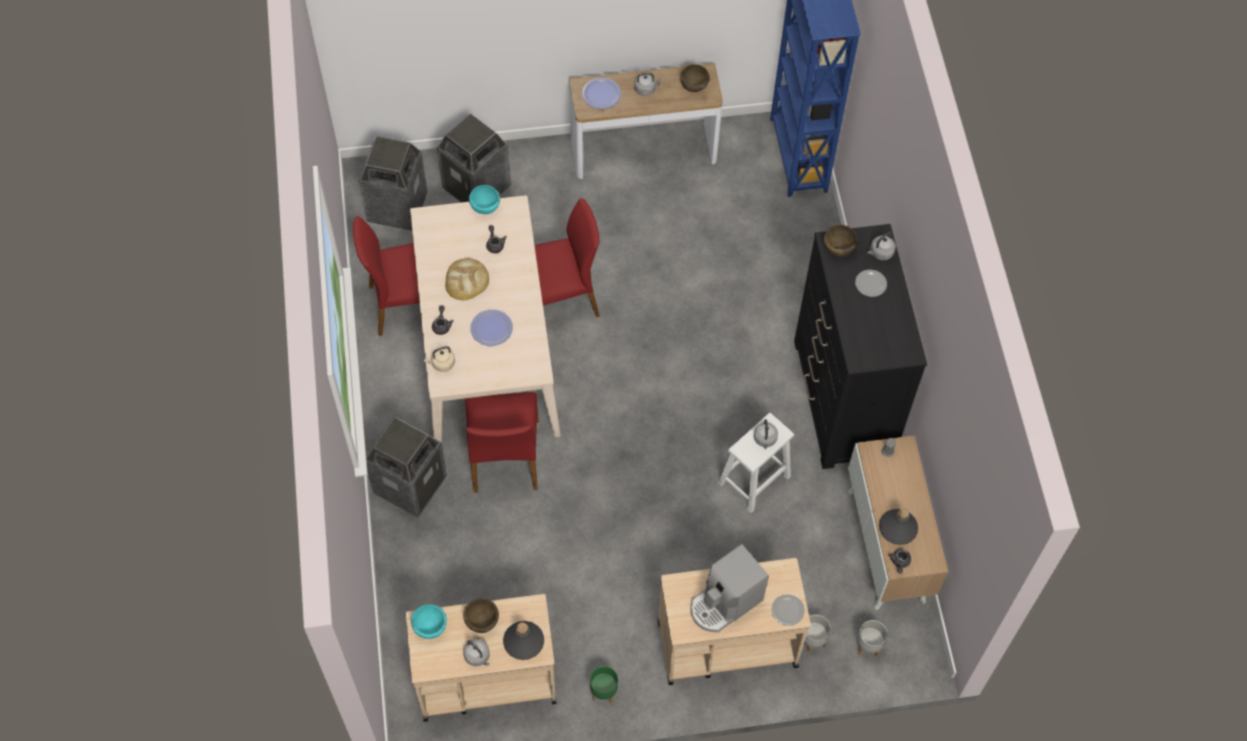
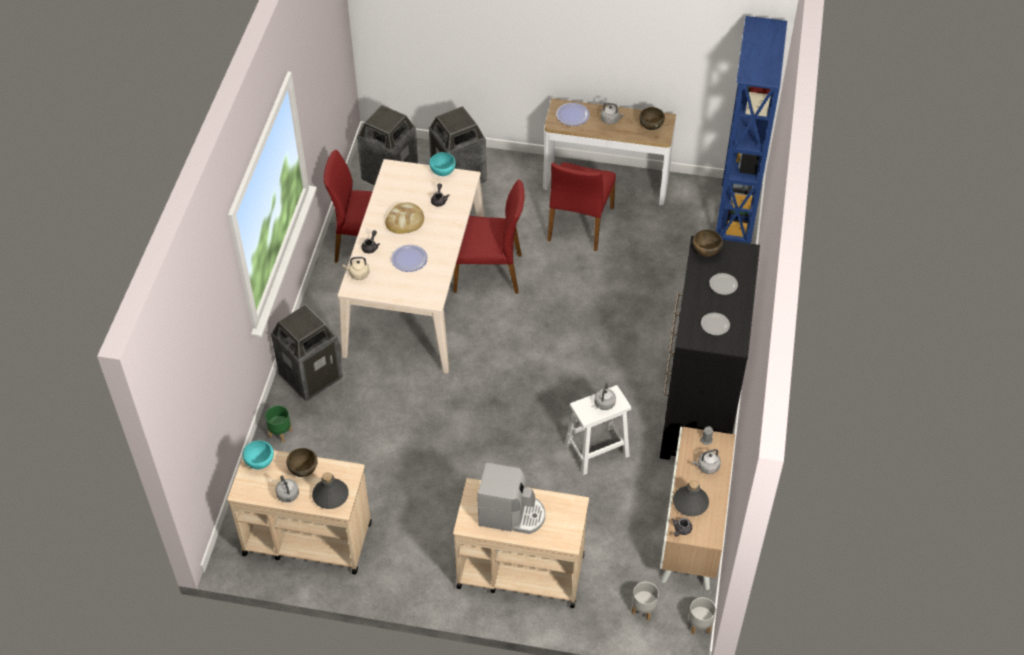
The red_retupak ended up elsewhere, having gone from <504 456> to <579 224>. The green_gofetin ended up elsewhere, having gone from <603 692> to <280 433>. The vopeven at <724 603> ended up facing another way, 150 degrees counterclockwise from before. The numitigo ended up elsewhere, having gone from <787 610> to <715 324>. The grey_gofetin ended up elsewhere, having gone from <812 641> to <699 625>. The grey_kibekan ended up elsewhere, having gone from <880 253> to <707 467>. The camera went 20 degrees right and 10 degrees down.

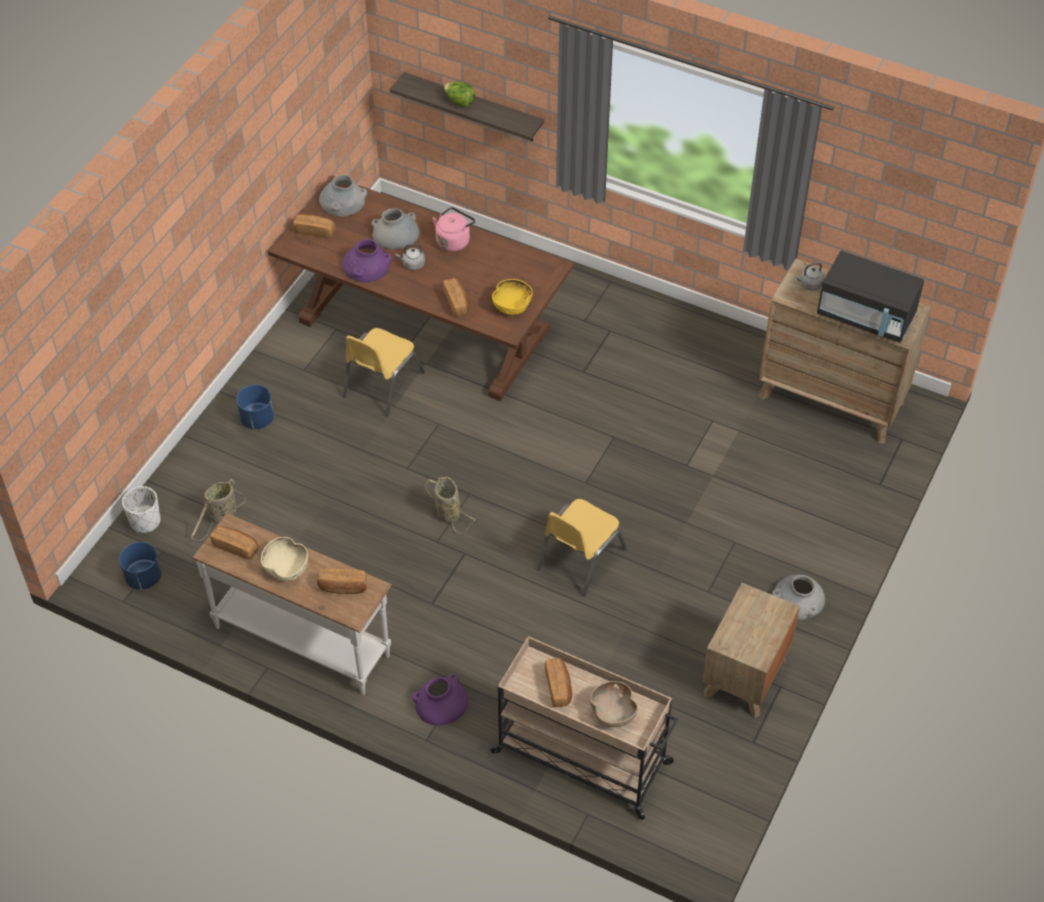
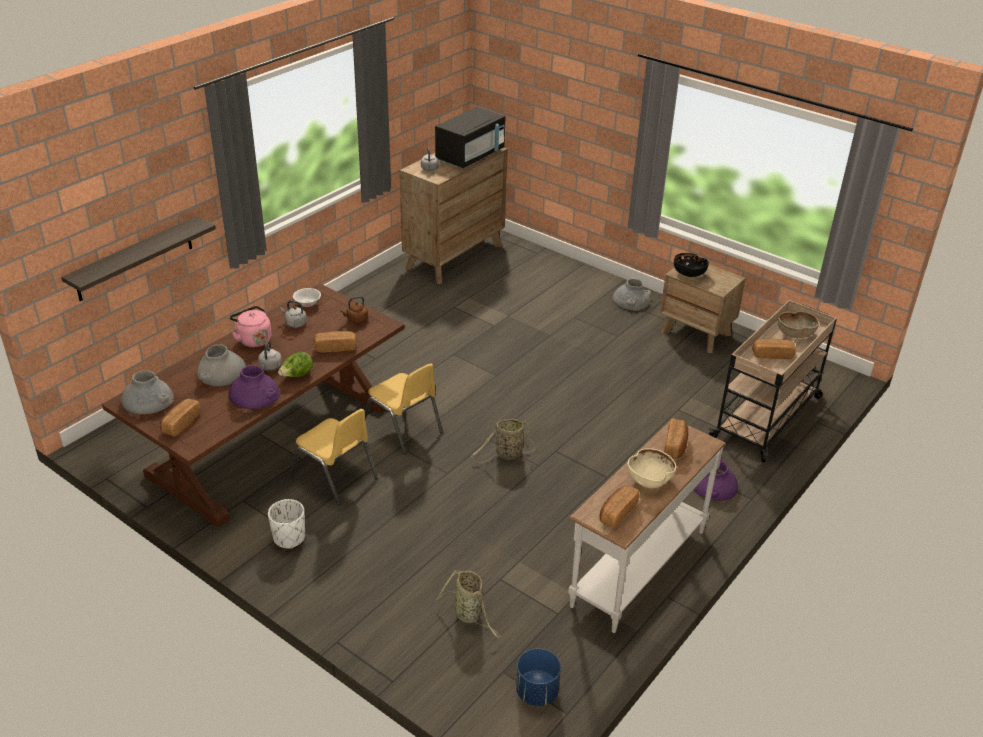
The white_gofetin ended up elsewhere, having gone from <145 521> to <289 538>. The second view lost the blue_gofetin at <257 419>. The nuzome ended up elsewhere, having gone from <460 102> to <297 375>. Where the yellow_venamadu stood at <512 306>, the brown_kibekan came to stand at <356 319>. The yellow_retupak ended up elsewhere, having gone from <580 558> to <402 428>. The second view gained the grey_kibekan at <295 323>. The second view gained the white_venamadu at <307 304>. The second view gained the black_venamadu at <688 274>. The camera went 80 degrees left and 15 degrees down.

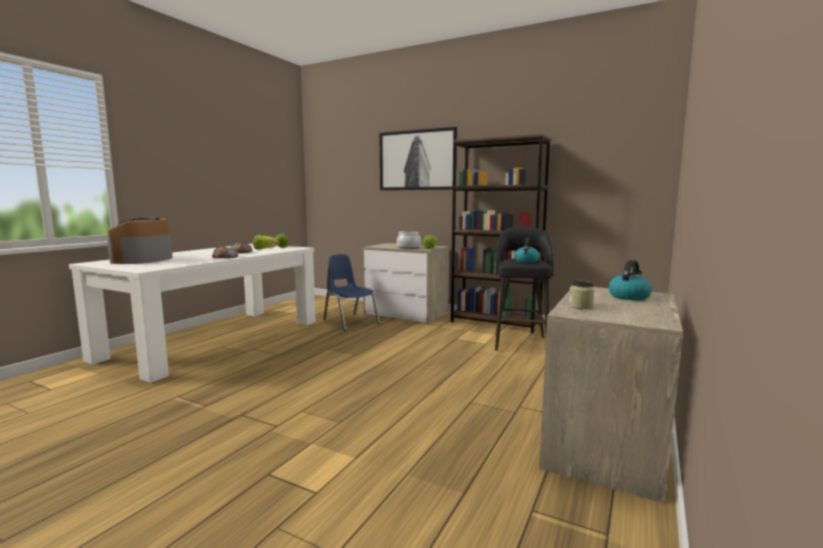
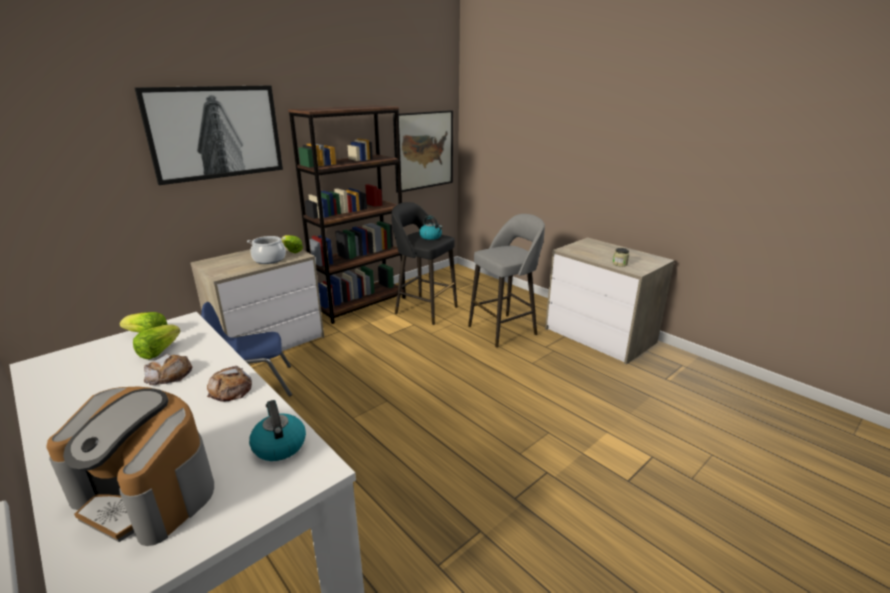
The kibekan ended up elsewhere, having gone from <629 296> to <279 445>. The second view gained the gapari at <423 150>. The second view gained the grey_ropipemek at <504 330>. The camera went 70 degrees left and 15 degrees up.

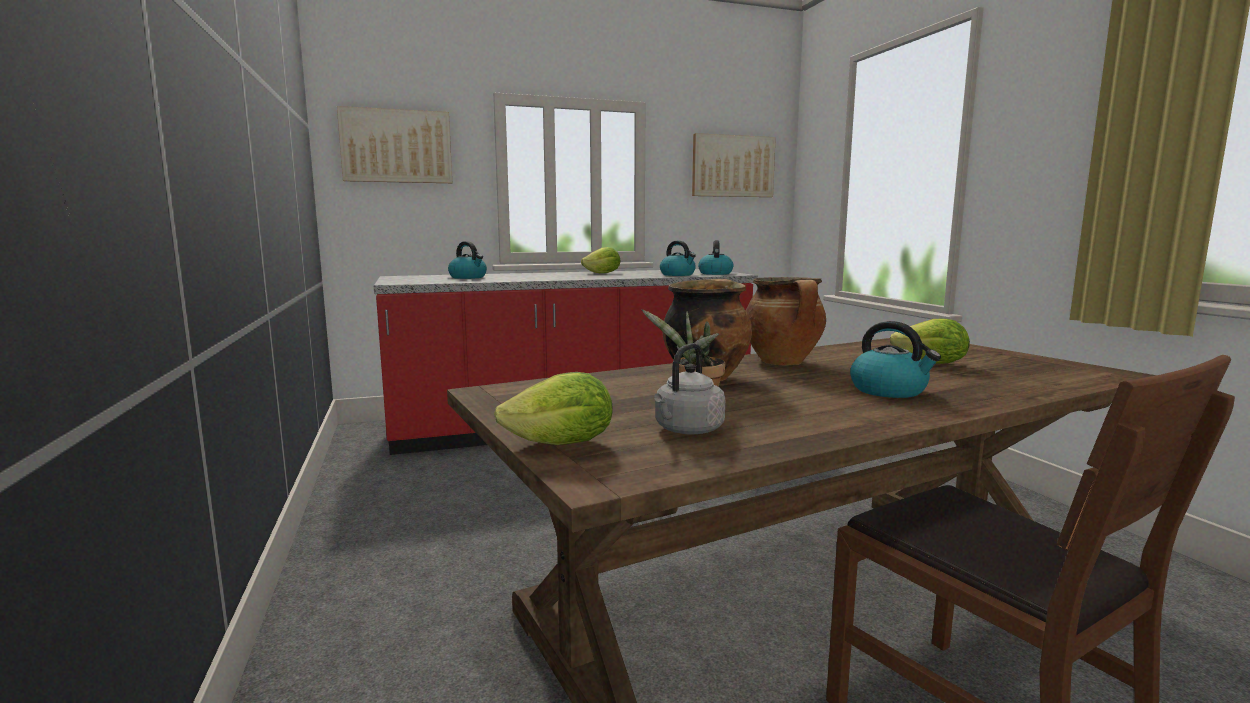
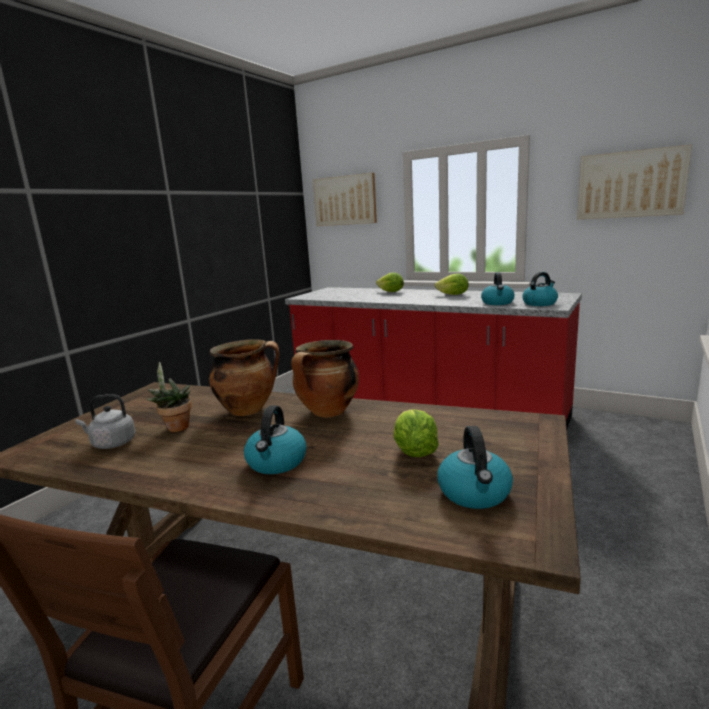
The kibekan ended up elsewhere, having gone from <468 277> to <475 493>. The nuzome ended up elsewhere, having gone from <562 444> to <391 292>. The camera went 50 degrees right and 5 degrees up.

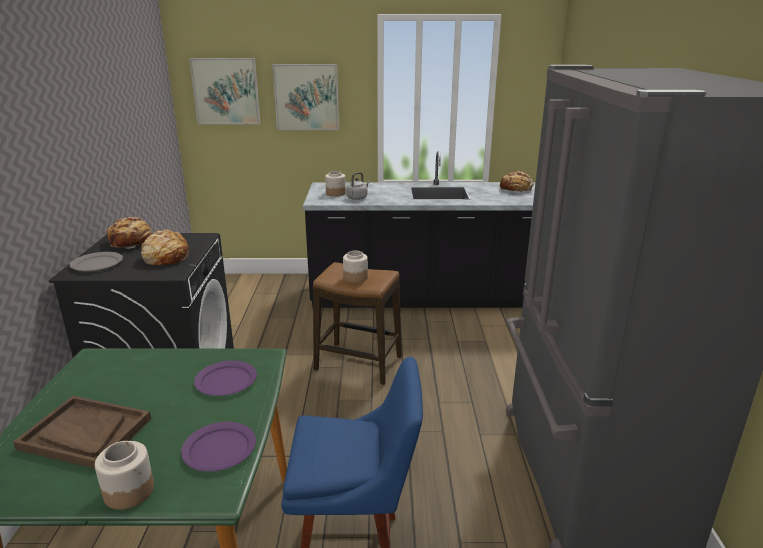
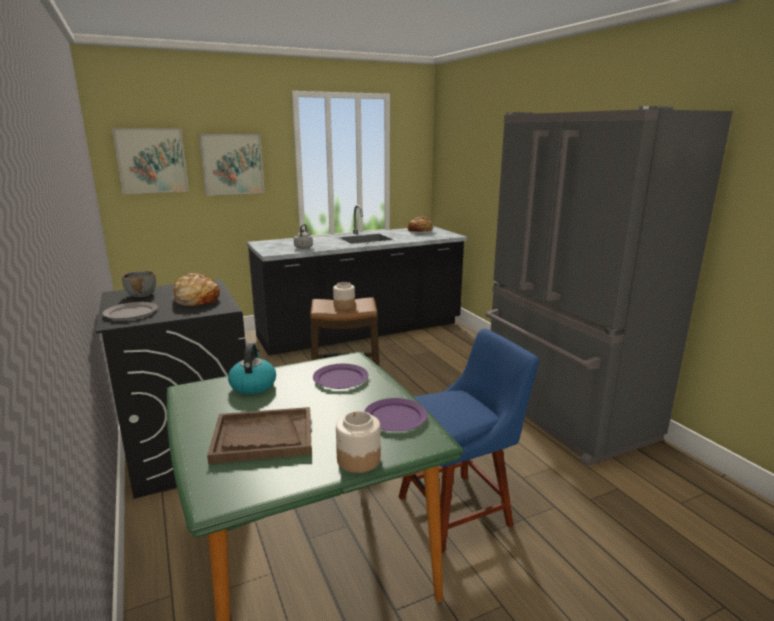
Where the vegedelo stood at <132 242>, the grey_venamadu came to stand at <141 294>. The second view lost the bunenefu at <336 193>. The second view gained the kibekan at <253 385>. The camera went 25 degrees left and 5 degrees down.

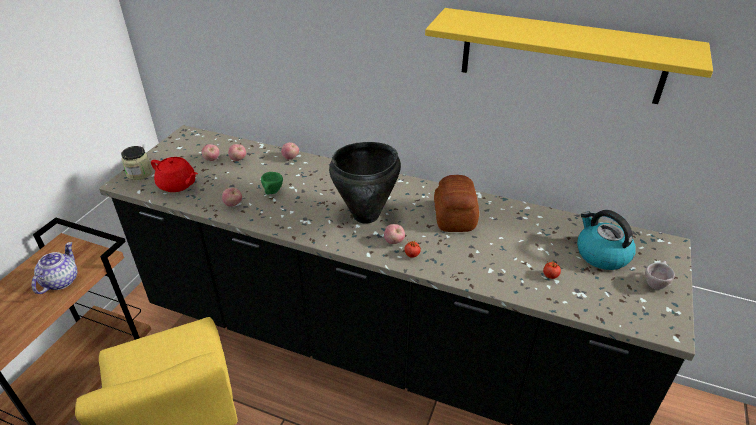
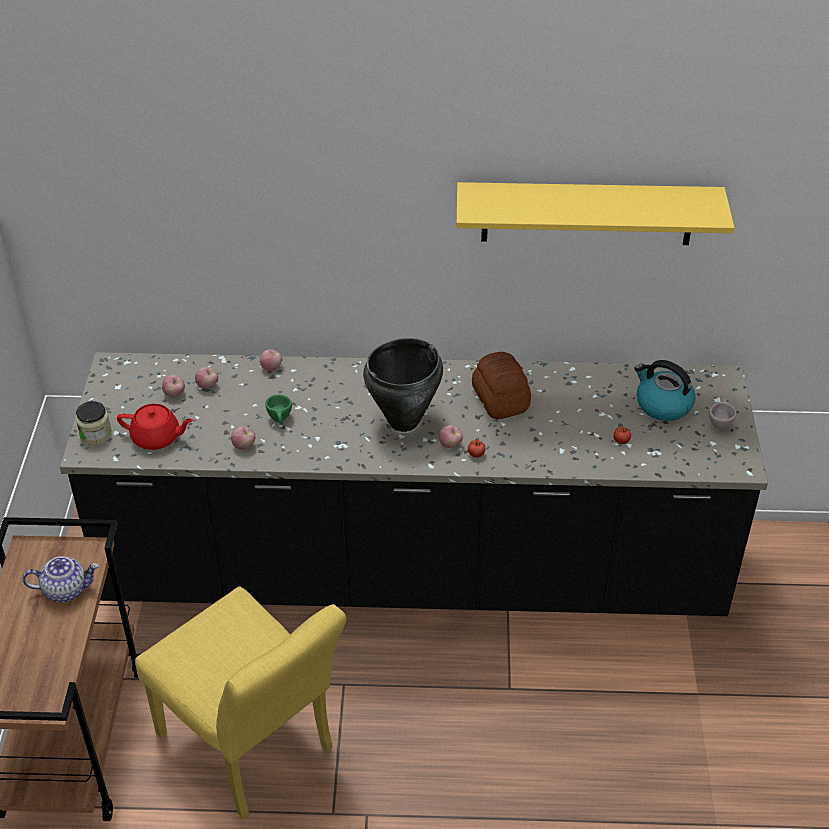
The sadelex at <60 281> ended up facing another way, 90 degrees clockwise from before. The camera went 20 degrees left and 5 degrees up.

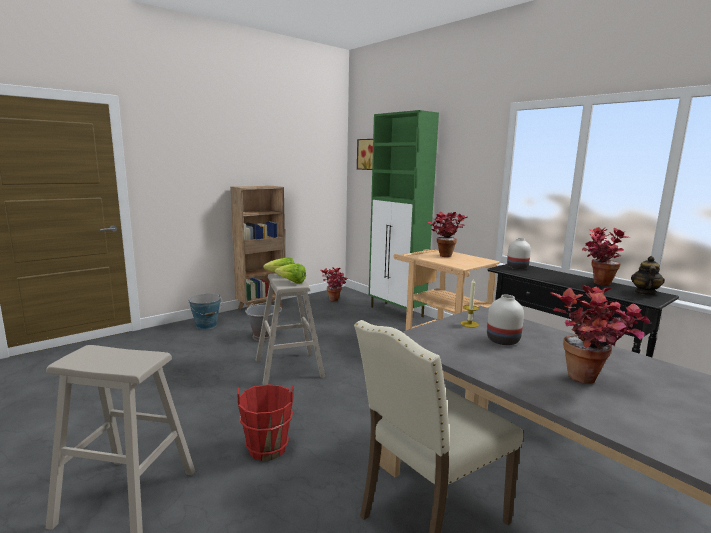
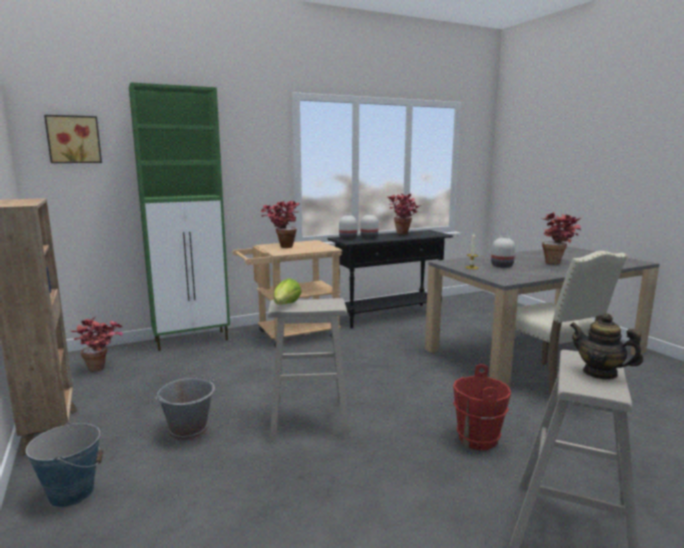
The second view lost the nuzome at <292 282>. The sadelex ended up elsewhere, having gone from <644 293> to <600 373>. The second view gained the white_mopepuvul at <369 238>. The camera went 75 degrees left and 0 degrees up.

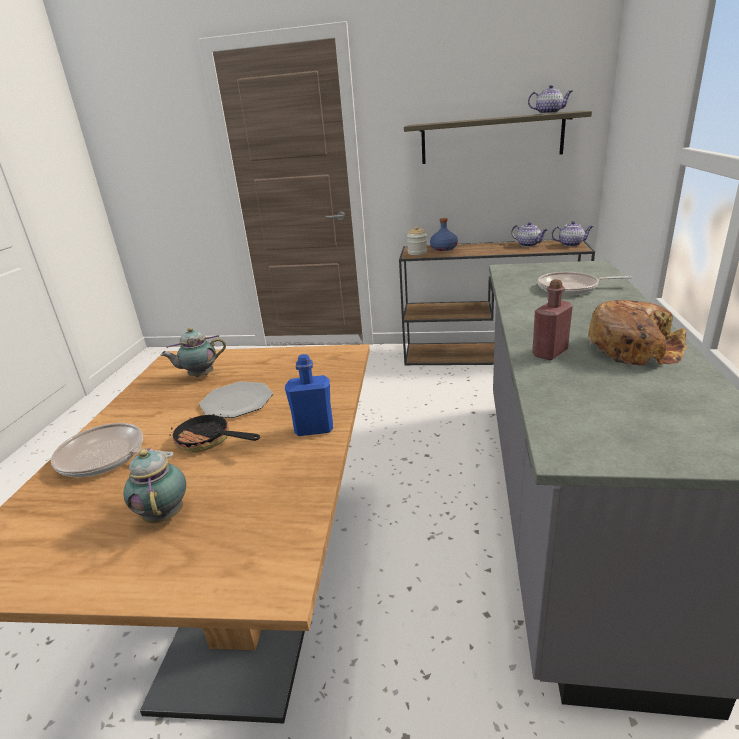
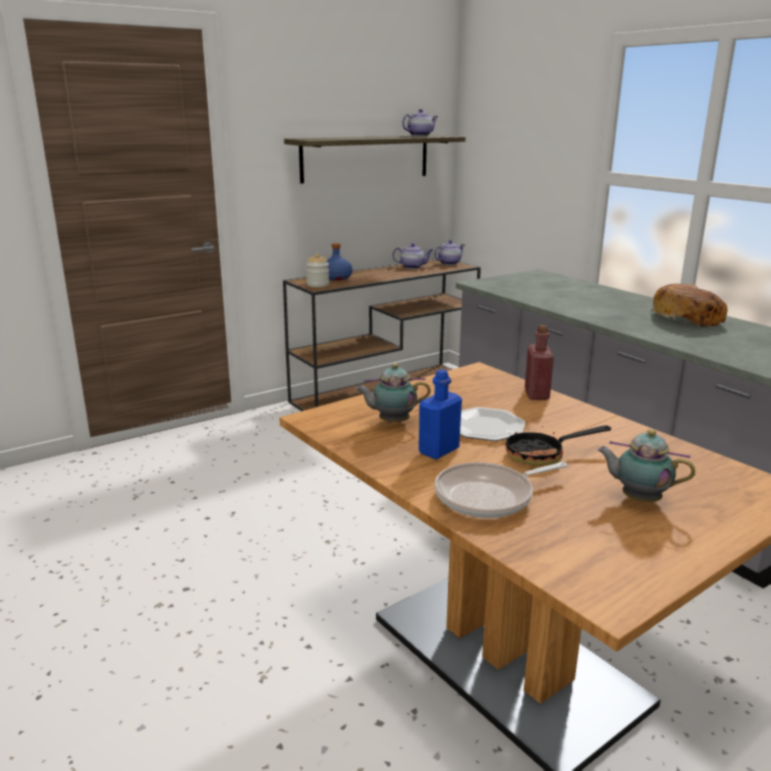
The sadelex at <199 376> ended up facing another way, 60 degrees clockwise from before. The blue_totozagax ended up elsewhere, having gone from <314 429> to <439 451>. The red_totozagax ended up elsewhere, having gone from <549 353> to <536 394>. The second view lost the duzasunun at <571 288>. The camera went 45 degrees left and 5 degrees down.

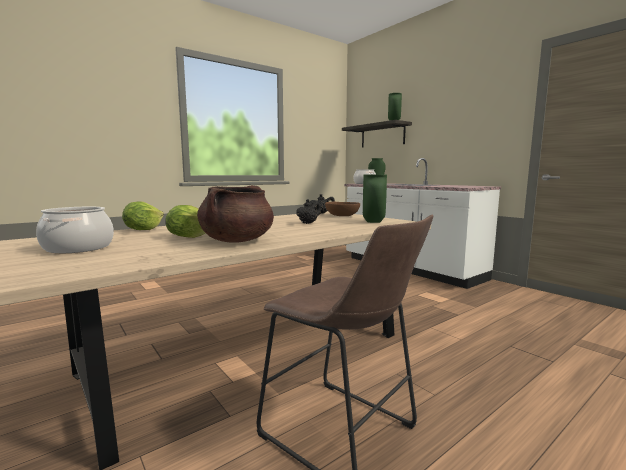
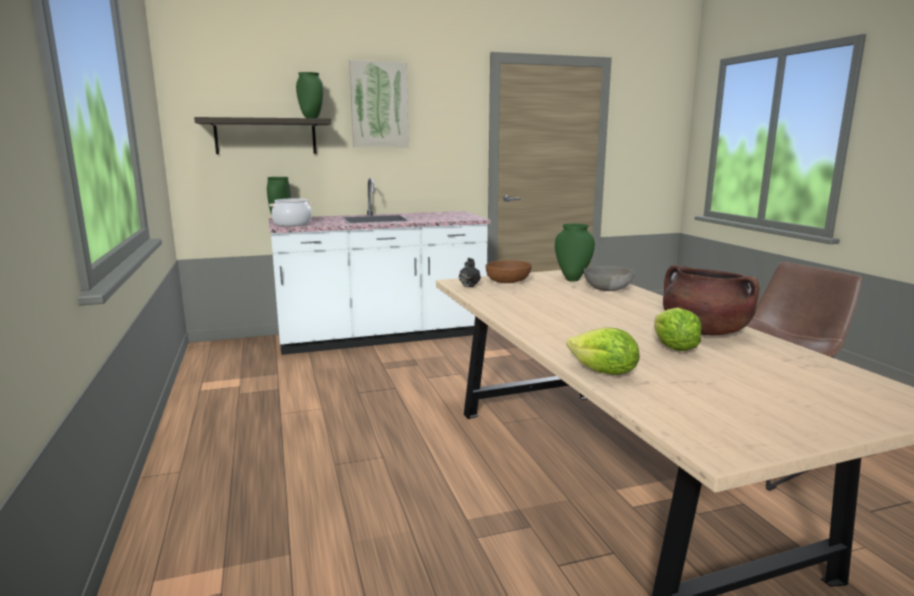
The second view lost the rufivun at <78 248>. The second view lost the black_sadelex at <308 223>. The second view gained the gapari at <379 105>. The second view gained the grey_venamadu at <607 289>. The camera went 70 degrees left and 5 degrees up.

